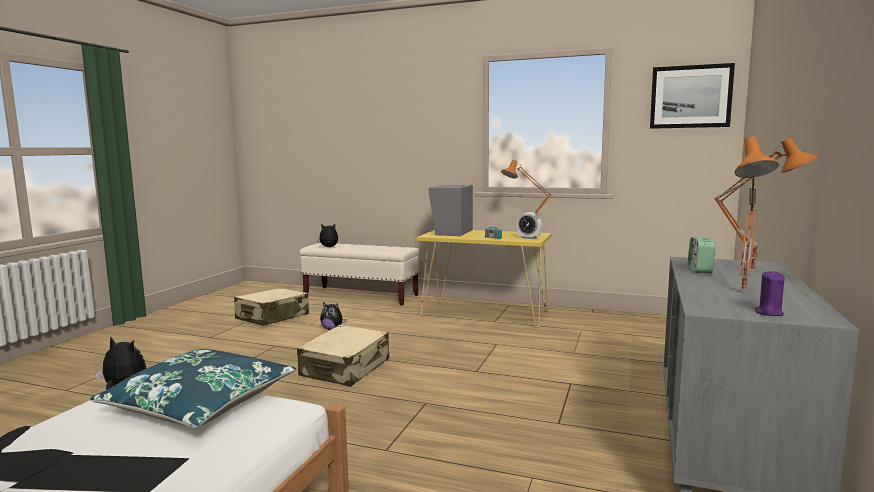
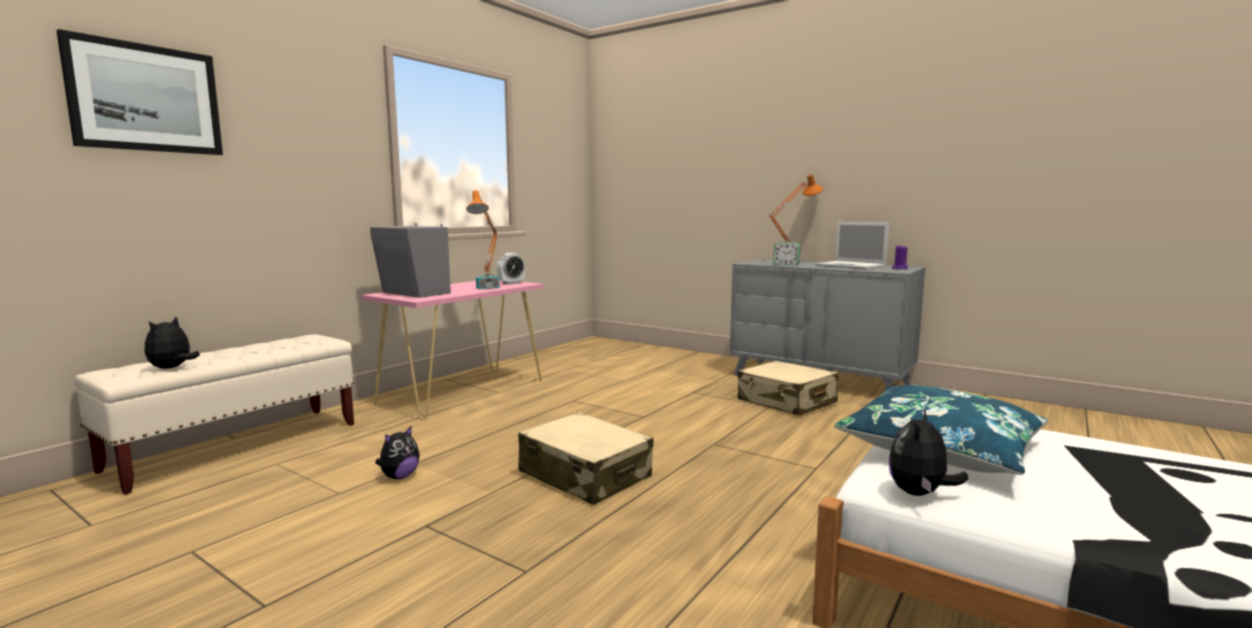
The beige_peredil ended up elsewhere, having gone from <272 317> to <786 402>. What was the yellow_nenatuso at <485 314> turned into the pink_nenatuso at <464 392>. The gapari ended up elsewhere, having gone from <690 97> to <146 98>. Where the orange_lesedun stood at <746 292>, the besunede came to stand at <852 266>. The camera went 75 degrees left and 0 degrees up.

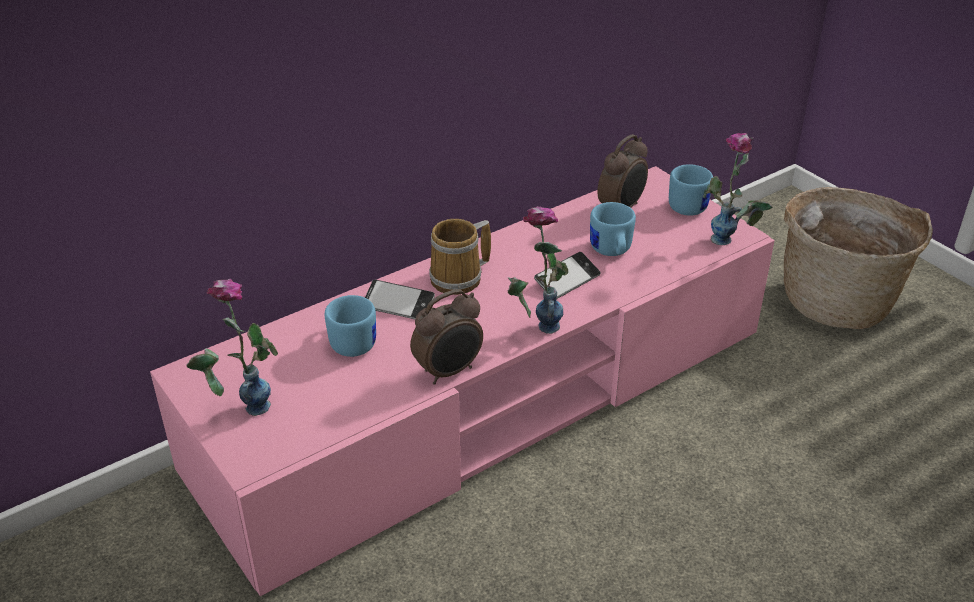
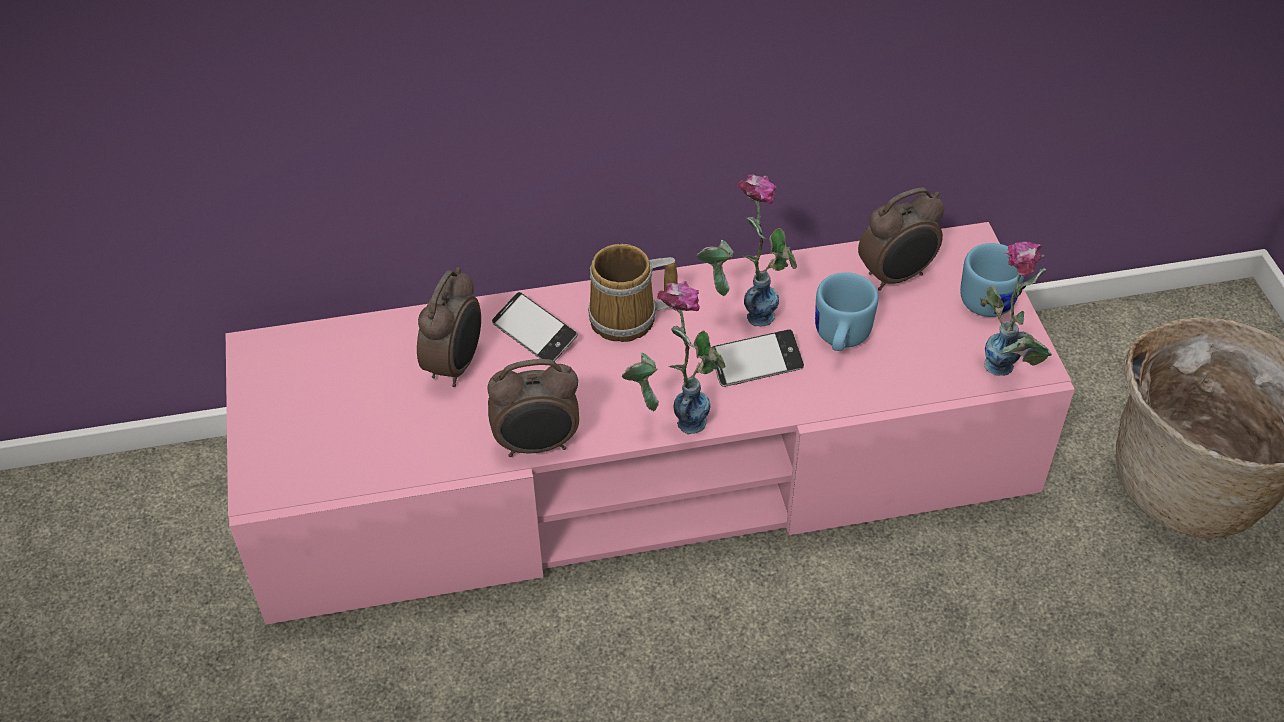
The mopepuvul ended up elsewhere, having gone from <240 407> to <742 311>. Where the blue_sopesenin stood at <353 340>, the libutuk came to stand at <456 365>. The camera went 25 degrees right and 10 degrees up.

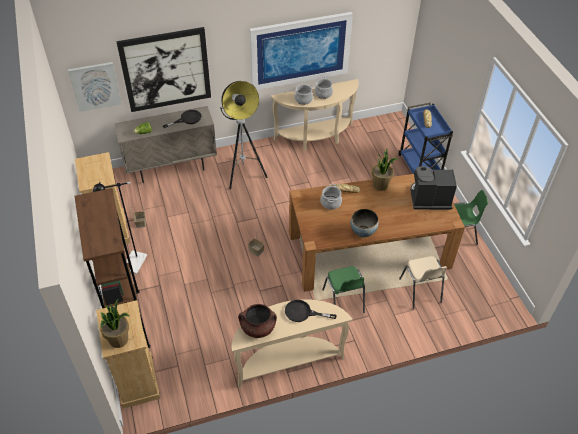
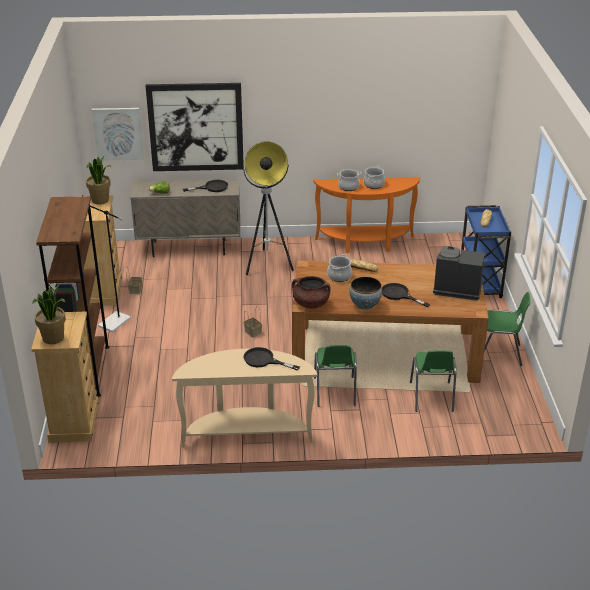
The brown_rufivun ended up elsewhere, having gone from <258 328> to <310 303>. The second view lost the gapari at <300 50>. What was the beige_nenatuso at <316 138> turned into the orange_nenatuso at <365 244>. The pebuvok ended up elsewhere, having gone from <380 185> to <100 200>. What was the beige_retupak at <420 291> turned into the green_retupak at <431 397>. The second view gained the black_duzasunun at <399 295>. The camera went 15 degrees right and 15 degrees down.

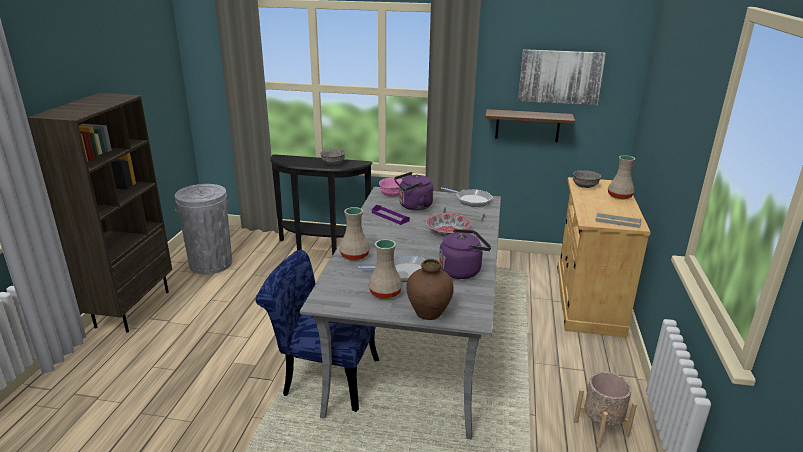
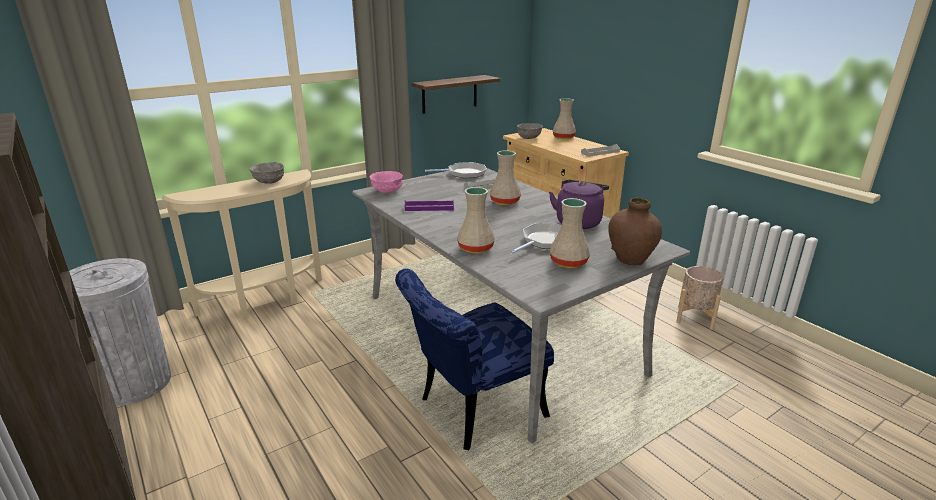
What was the black_nenatuso at <321 249> turned into the beige_nenatuso at <266 302>. The second view lost the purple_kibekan at <413 206>. Where the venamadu stood at <448 233>, the beige_mopepuvul came to stand at <505 201>. The second view lost the gapari at <560 77>. The camera went 45 degrees left and 0 degrees up.

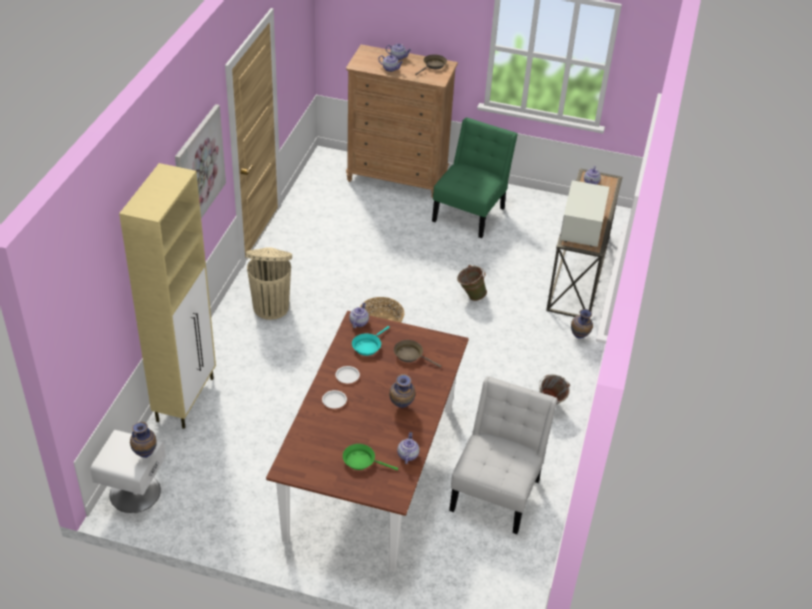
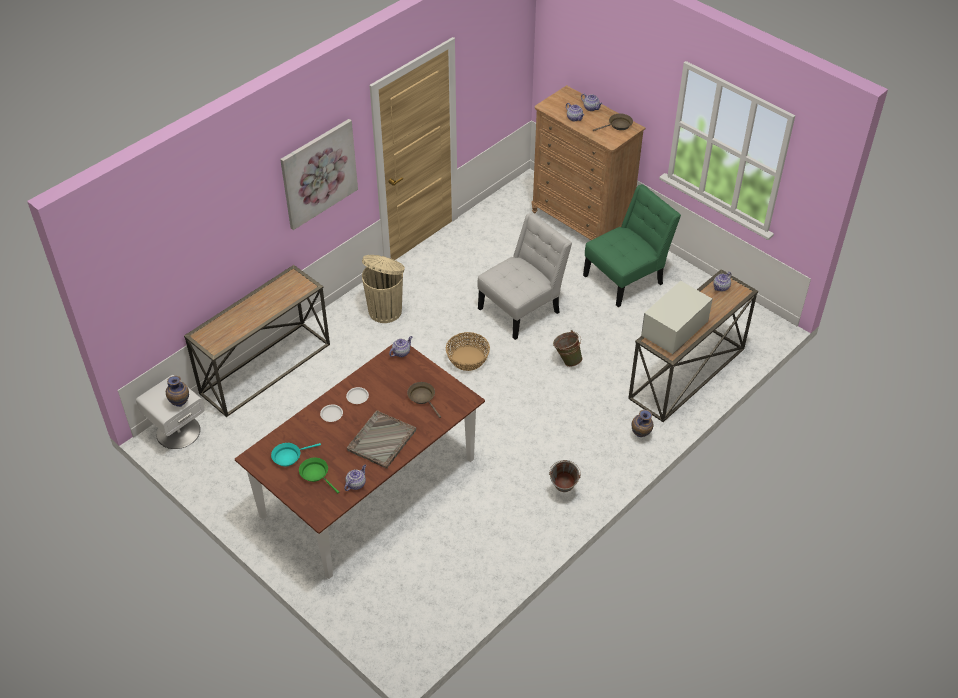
Where the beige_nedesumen stood at <186 398>, the nenatuso came to stand at <265 368>. The turquoise_duzasunun ended up elsewhere, having gone from <368 346> to <289 456>. Where the mopepuvul stood at <401 407>, the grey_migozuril came to stand at <381 440>. The white_retupak ended up elsewhere, having gone from <497 491> to <522 308>. The camera went 30 degrees right and 5 degrees up.

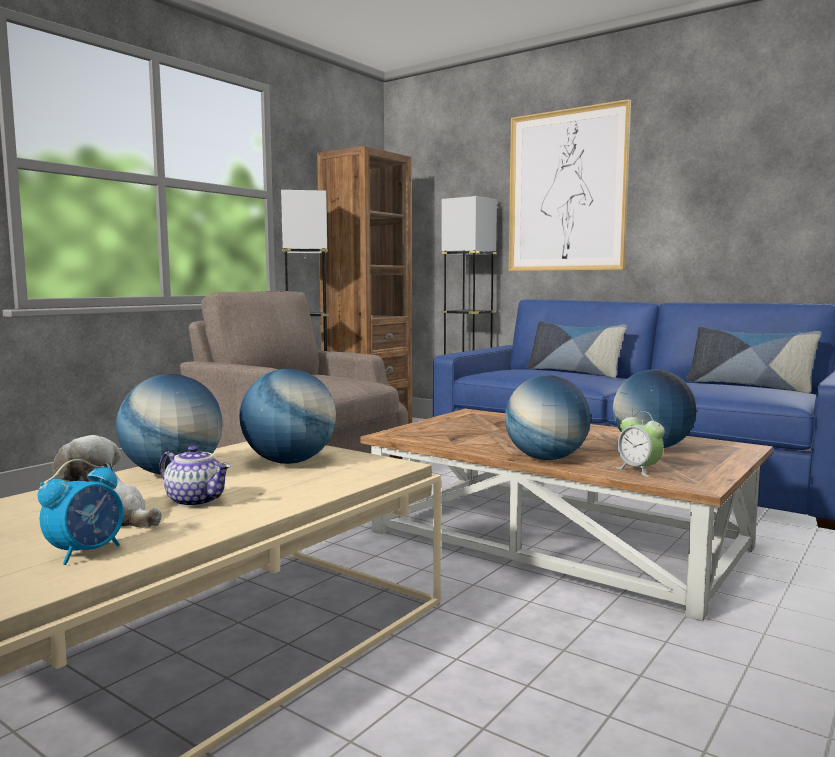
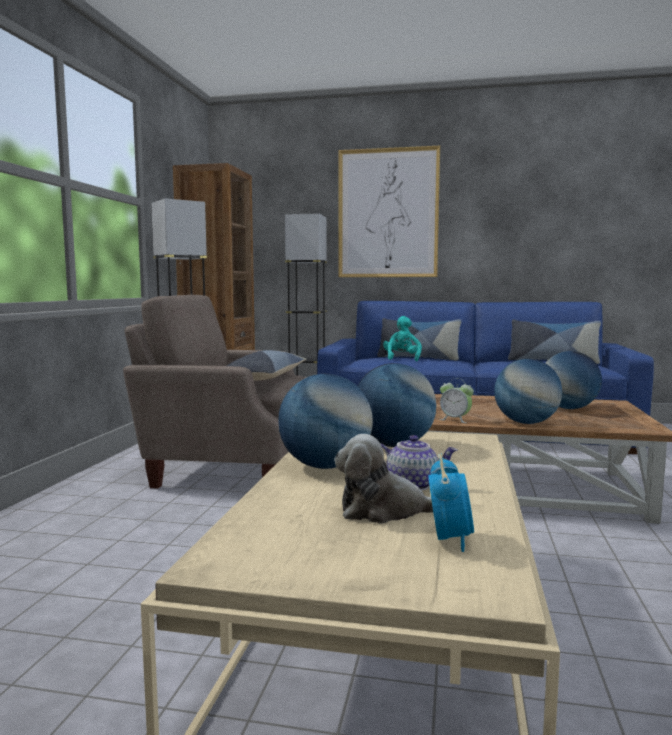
The libutuk ended up elsewhere, having gone from <639 470> to <455 420>. The second view gained the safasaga at <265 377>. The second view gained the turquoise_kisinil at <402 358>. The camera went 25 degrees left and 0 degrees up.

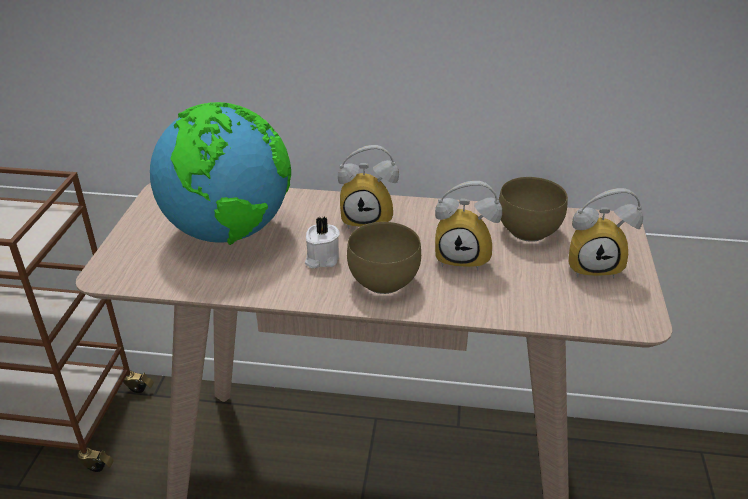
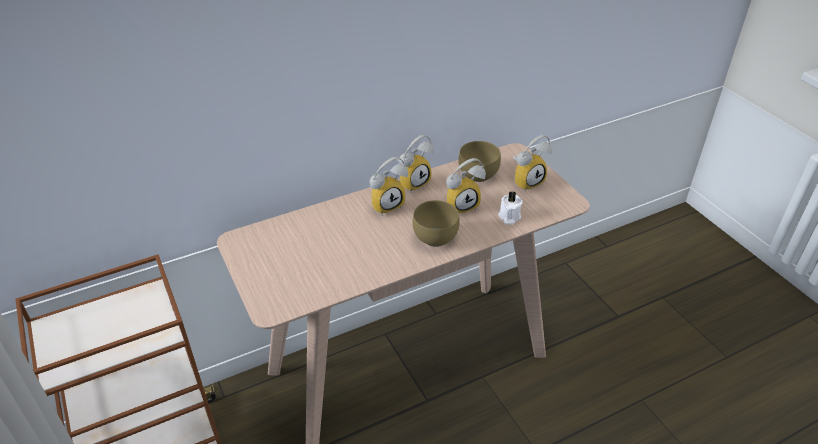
The second view lost the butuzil at <229 233>. The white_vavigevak ended up elsewhere, having gone from <321 259> to <509 217>. The second view gained the libutuk at <413 182>. The camera went 35 degrees left and 5 degrees up.

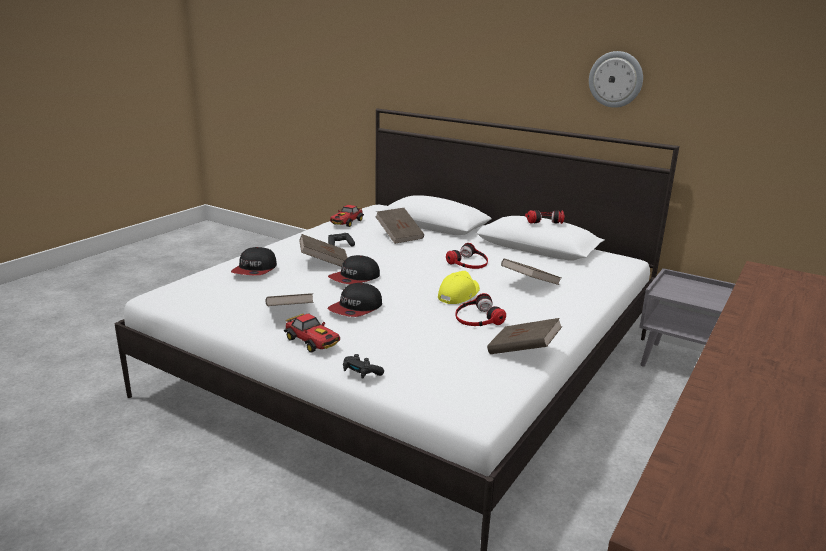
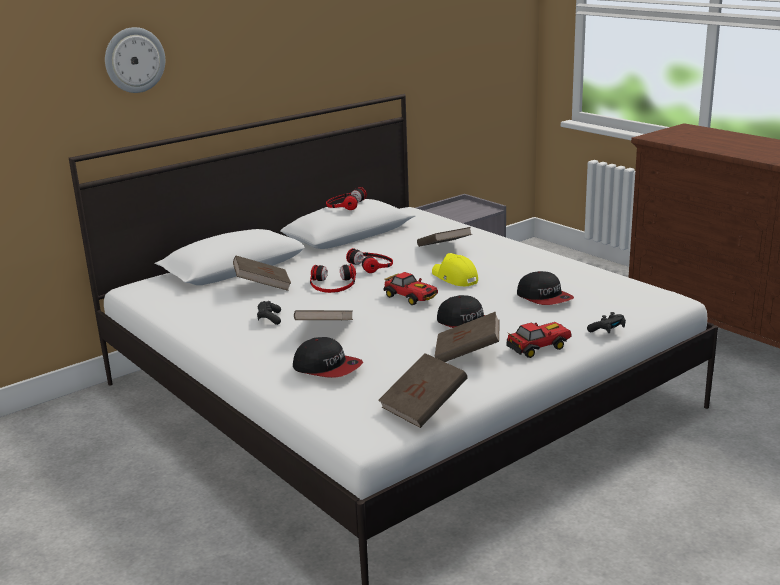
The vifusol ended up elsewhere, having gone from <355 278> to <544 298>. The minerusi ended up elsewhere, having gone from <346 223> to <411 298>. The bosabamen ended up elsewhere, having gone from <477 318> to <333 284>. The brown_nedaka ended up elsewhere, having gone from <523 351> to <423 407>. The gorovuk ended up elsewhere, having gone from <616 79> to <134 60>. The camera went 70 degrees left and 0 degrees up.

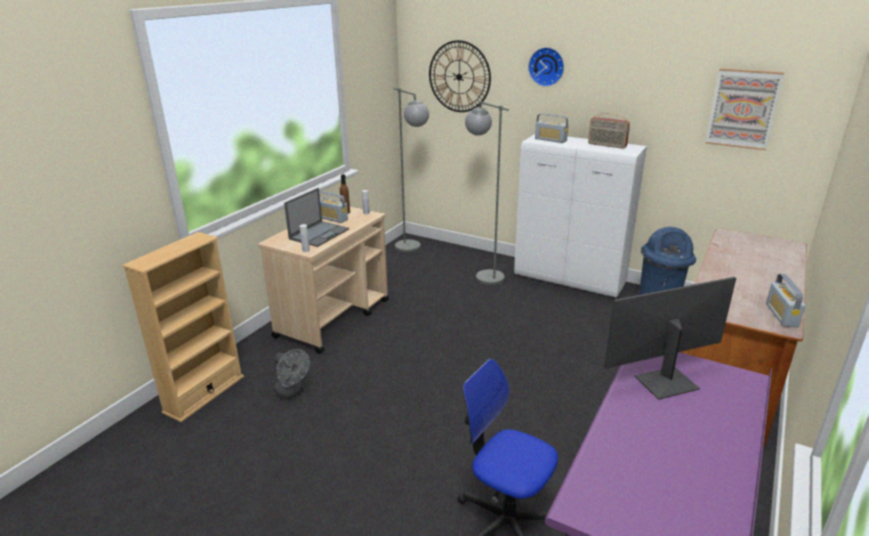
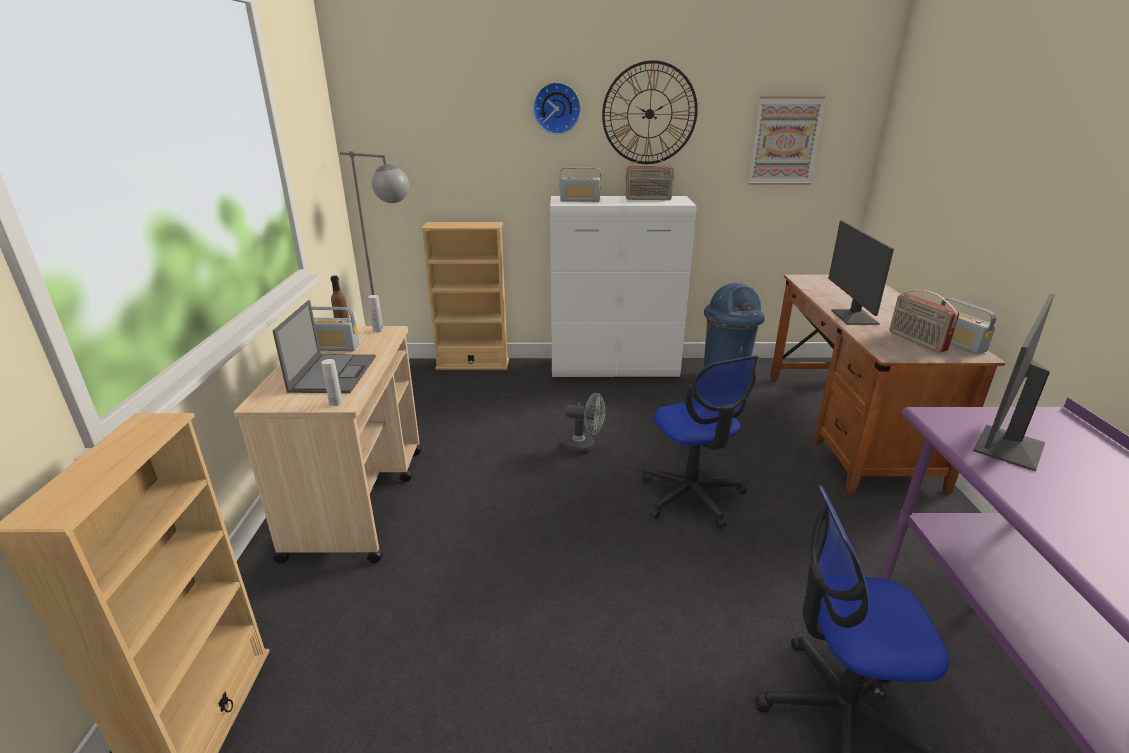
The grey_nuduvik ended up elsewhere, having gone from <292 393> to <584 447>. The gorovuk ended up elsewhere, having gone from <459 77> to <649 114>. The second view lost the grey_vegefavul at <483 274>. The second view gained the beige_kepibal at <472 364>. The second view gained the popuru at <691 496>. The second view gained the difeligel at <853 317>. The second view gained the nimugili at <916 341>. The camera went 30 degrees left and 0 degrees up.

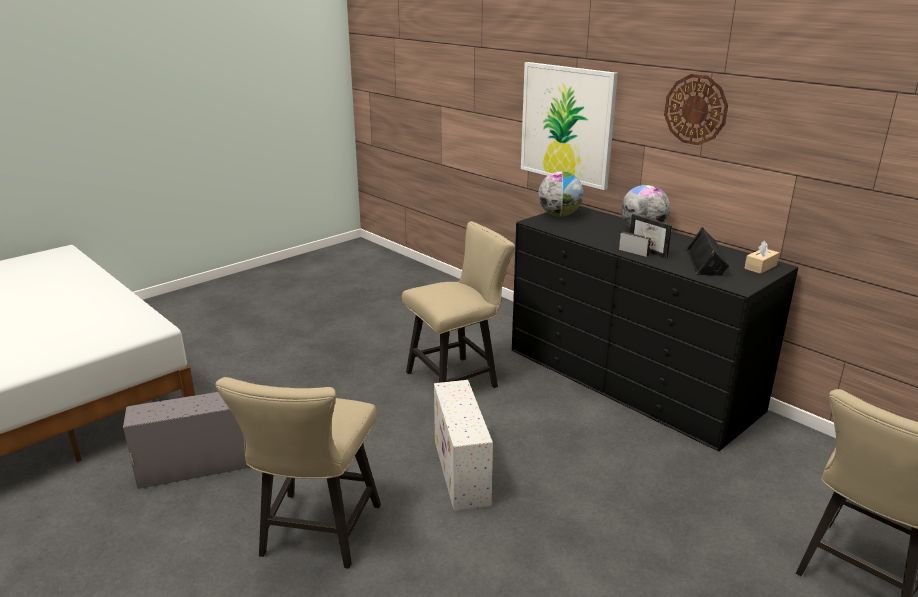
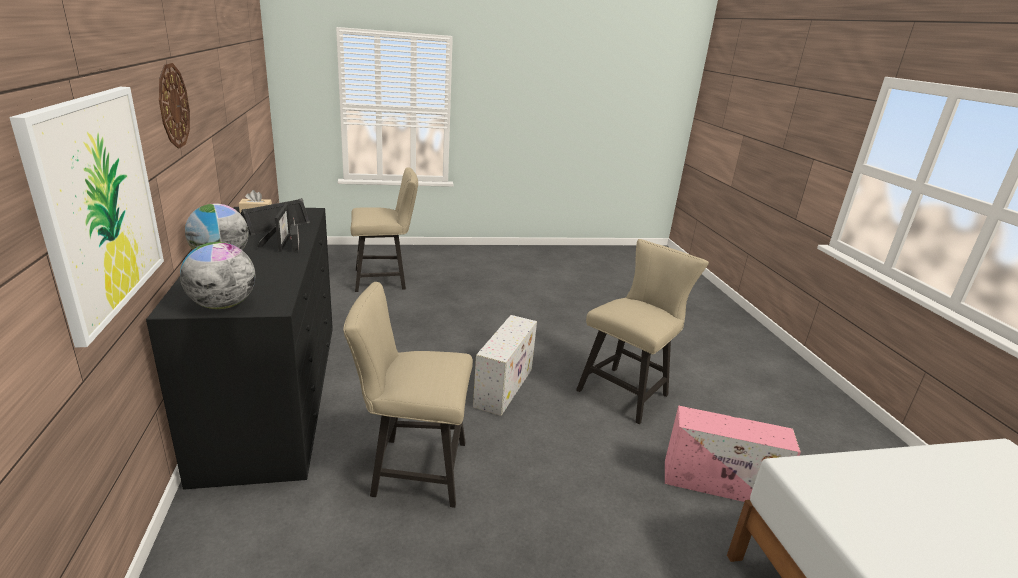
What was the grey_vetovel at <195 467> turned into the pink_vetovel at <721 484>. The camera went 150 degrees left and 0 degrees up.

